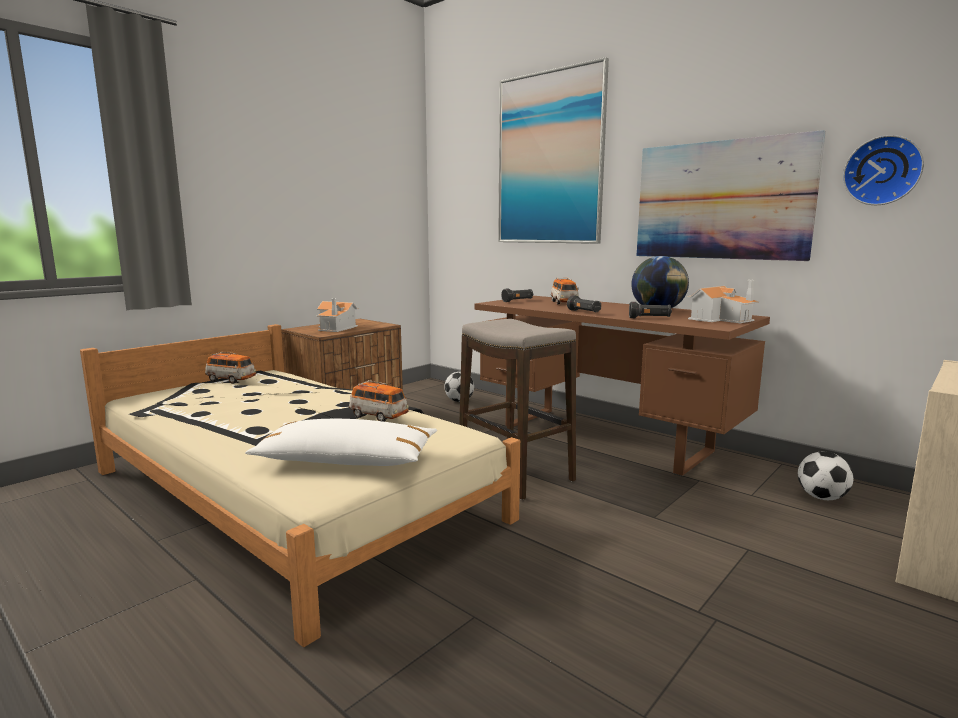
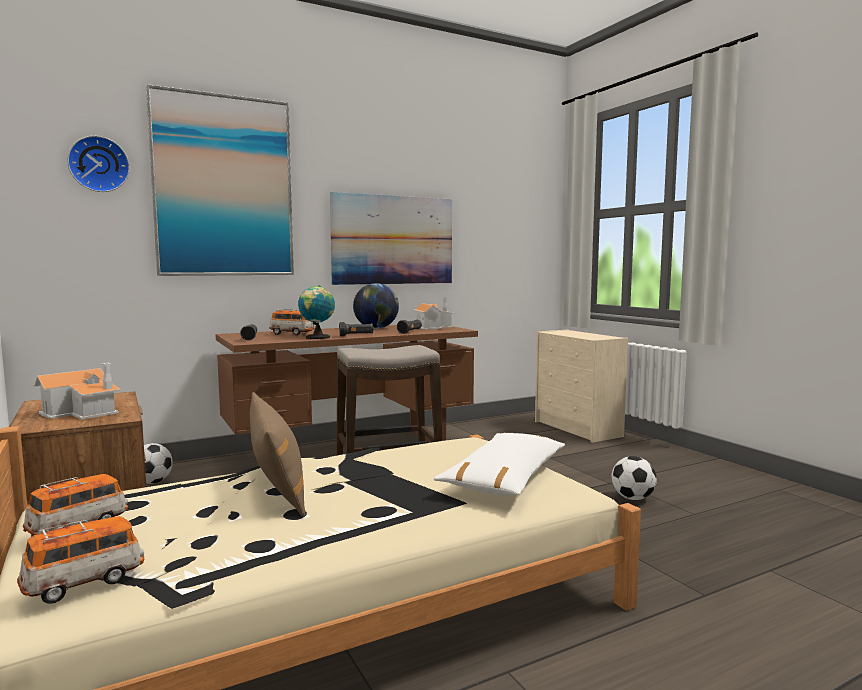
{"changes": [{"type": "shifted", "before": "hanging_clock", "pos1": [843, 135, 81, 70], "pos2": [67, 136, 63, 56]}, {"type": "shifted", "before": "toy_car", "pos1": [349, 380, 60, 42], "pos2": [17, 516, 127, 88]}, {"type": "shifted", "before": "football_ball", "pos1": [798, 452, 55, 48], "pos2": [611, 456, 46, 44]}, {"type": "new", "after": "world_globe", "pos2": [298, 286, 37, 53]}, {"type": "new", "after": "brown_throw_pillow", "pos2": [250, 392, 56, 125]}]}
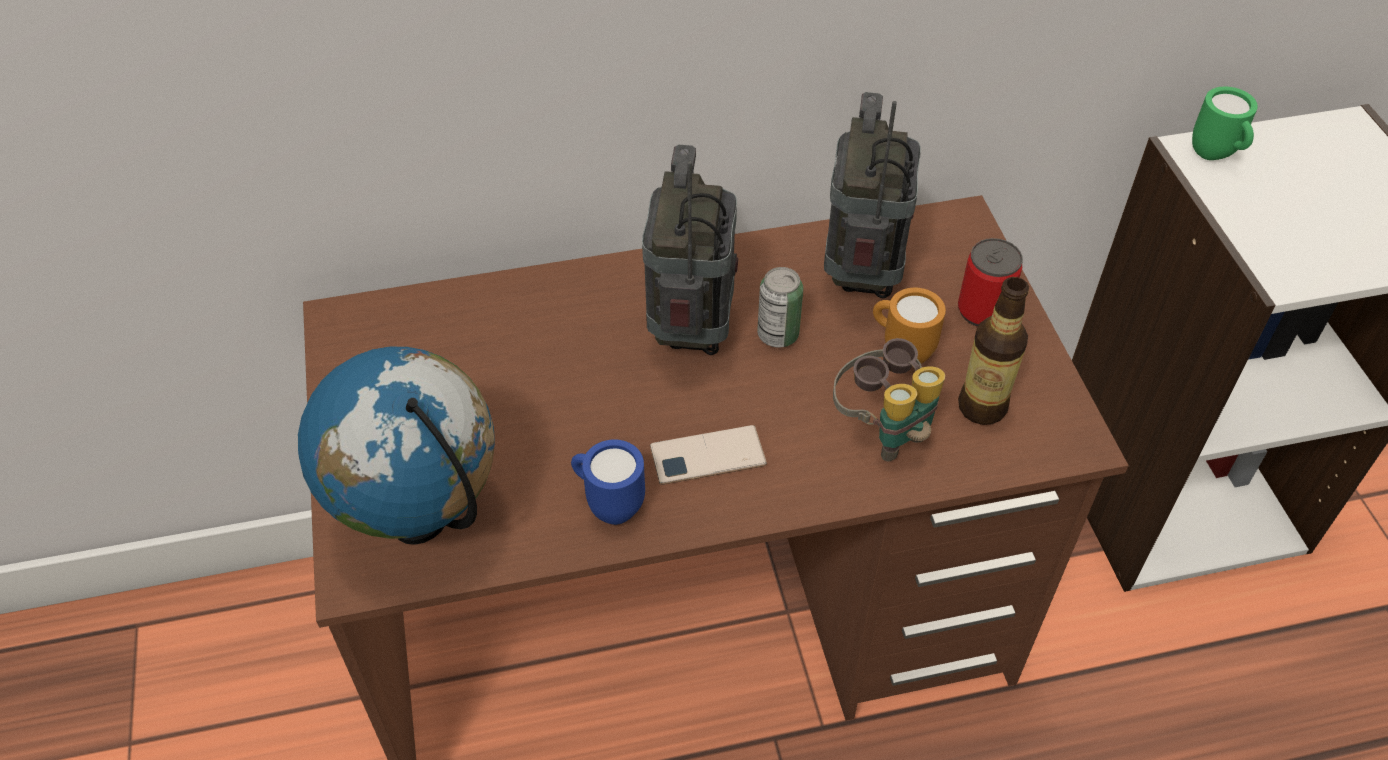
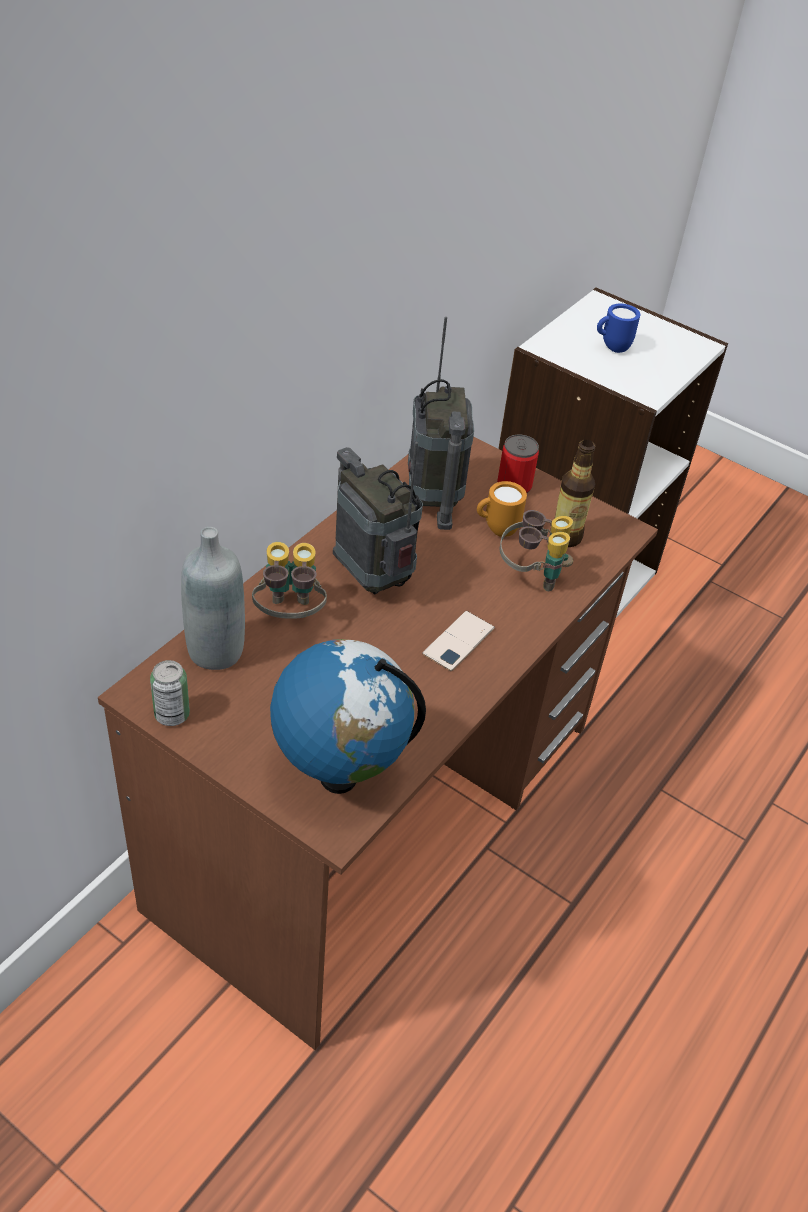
{"changes": [{"type": "gone", "before": "green-coloured_mug", "pos1": [1192, 86, 66, 74]}, {"type": "rotated", "before": "radio_set", "pos1": [824, 92, 97, 206], "pos2": [408, 317, 66, 213], "turn": -150}, {"type": "shifted", "before": "can", "pos1": [757, 267, 46, 81], "pos2": [150, 660, 40, 66]}, {"type": "shifted", "before": "blue-coloured_mug", "pos1": [571, 439, 74, 86], "pos2": [597, 303, 43, 50]}, {"type": "new", "after": "grey_beverage_bottle", "pos2": [181, 527, 64, 143]}, {"type": "new", "after": "field_glasses", "pos2": [252, 542, 75, 77]}]}
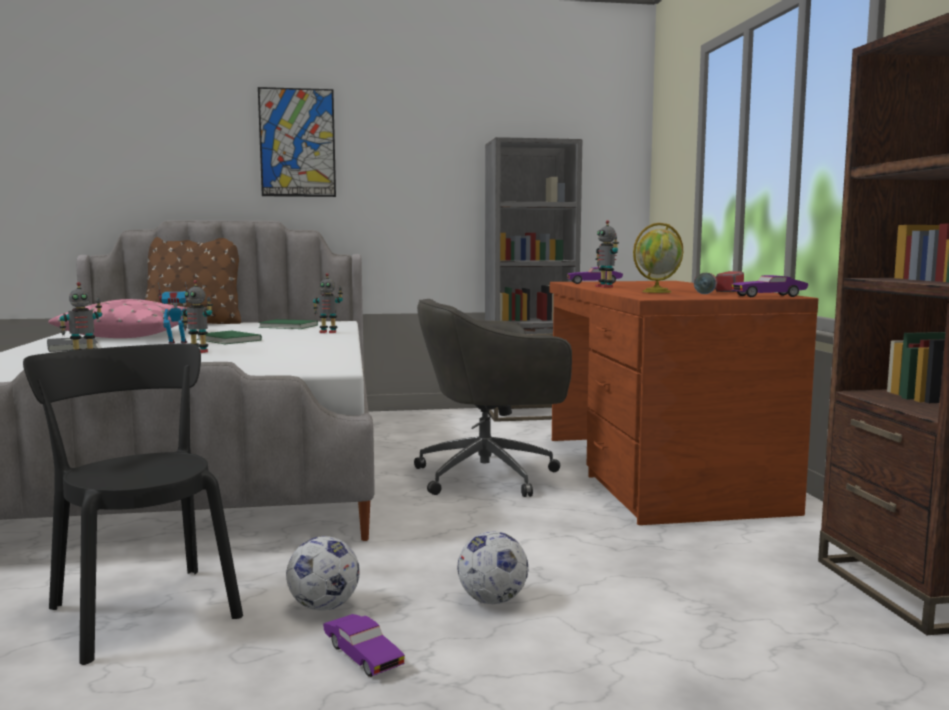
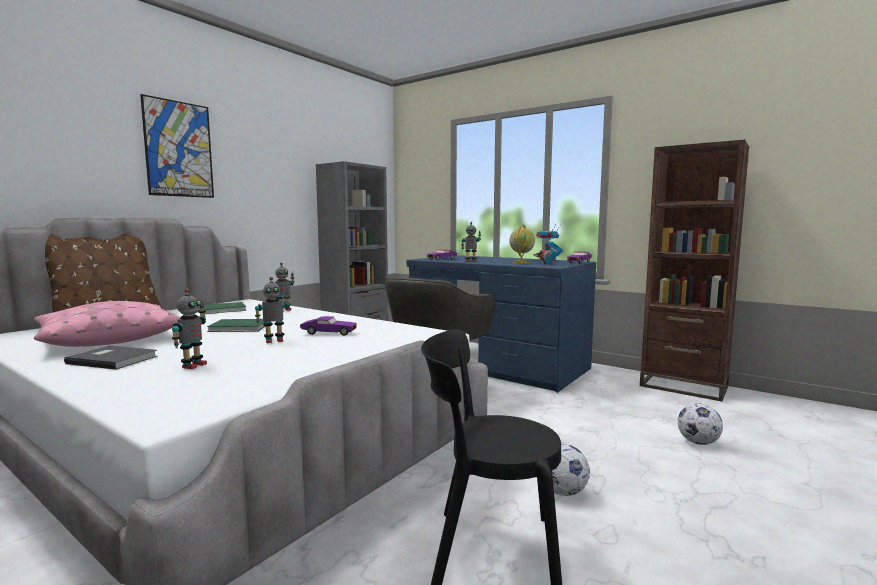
{"changes": [{"type": "repainted", "before": "brown_desk_table", "after": "blue-coloured_desk_table", "pos1": [550, 281, 268, 244], "pos2": [407, 255, 189, 138]}, {"type": "shifted", "before": "robot_figure", "pos1": [158, 282, 29, 62], "pos2": [536, 226, 27, 39]}, {"type": "shifted", "before": "football_ball", "pos1": [457, 532, 71, 72], "pos2": [678, 403, 45, 42]}, {"type": "shifted", "before": "purple_toy_car", "pos1": [323, 614, 82, 63], "pos2": [300, 316, 57, 20]}]}
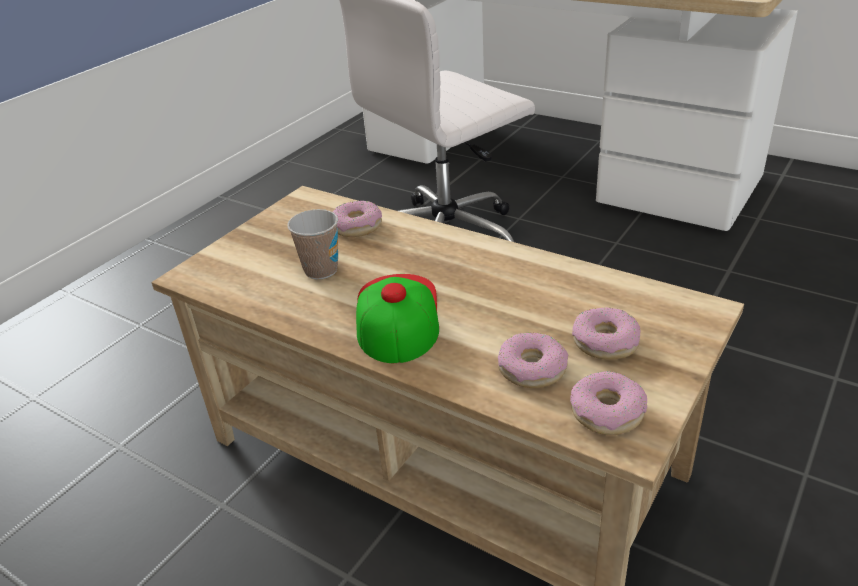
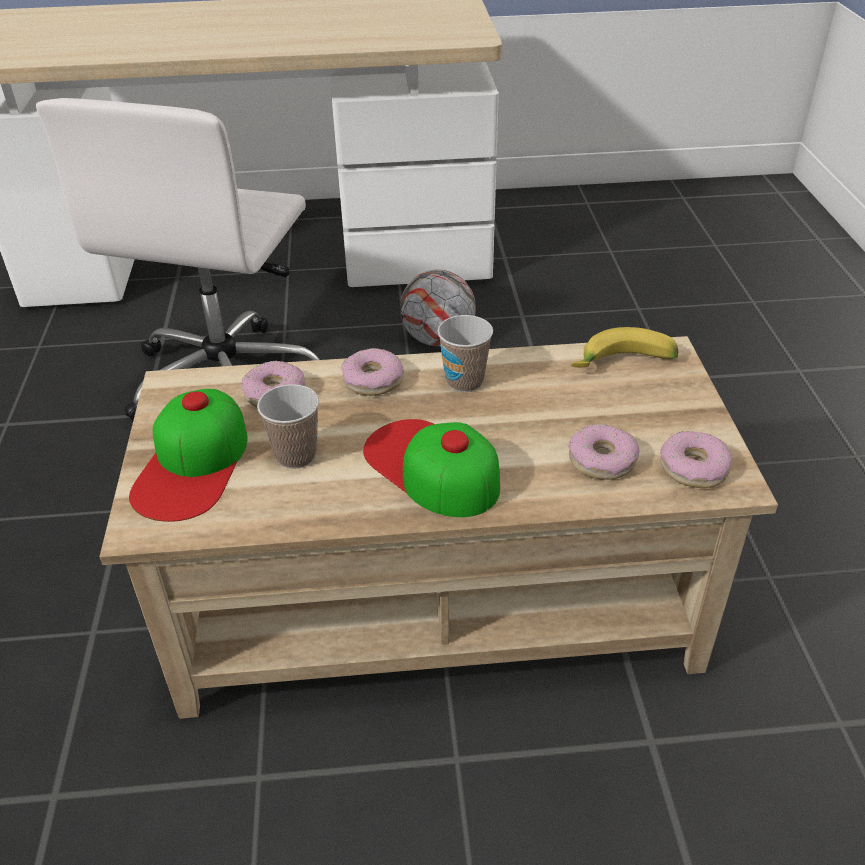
{"changes": [{"type": "shifted", "before": "doughnut", "pos1": [572, 307, 68, 53], "pos2": [341, 348, 63, 48]}, {"type": "new", "after": "football_ball", "pos2": [400, 270, 76, 76]}, {"type": "new", "after": "small_cup", "pos2": [437, 315, 56, 77]}, {"type": "new", "after": "banana", "pos2": [571, 327, 107, 40]}, {"type": "new", "after": "peaked_cap", "pos2": [129, 389, 119, 133]}]}
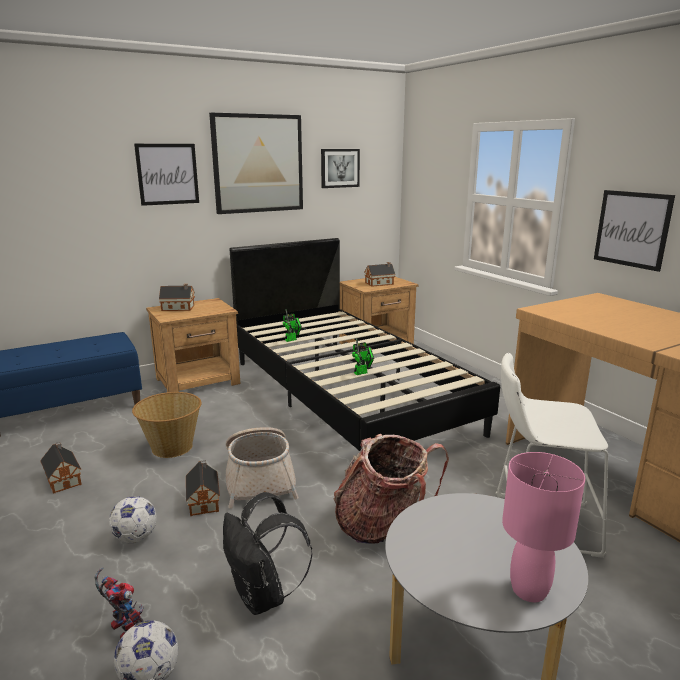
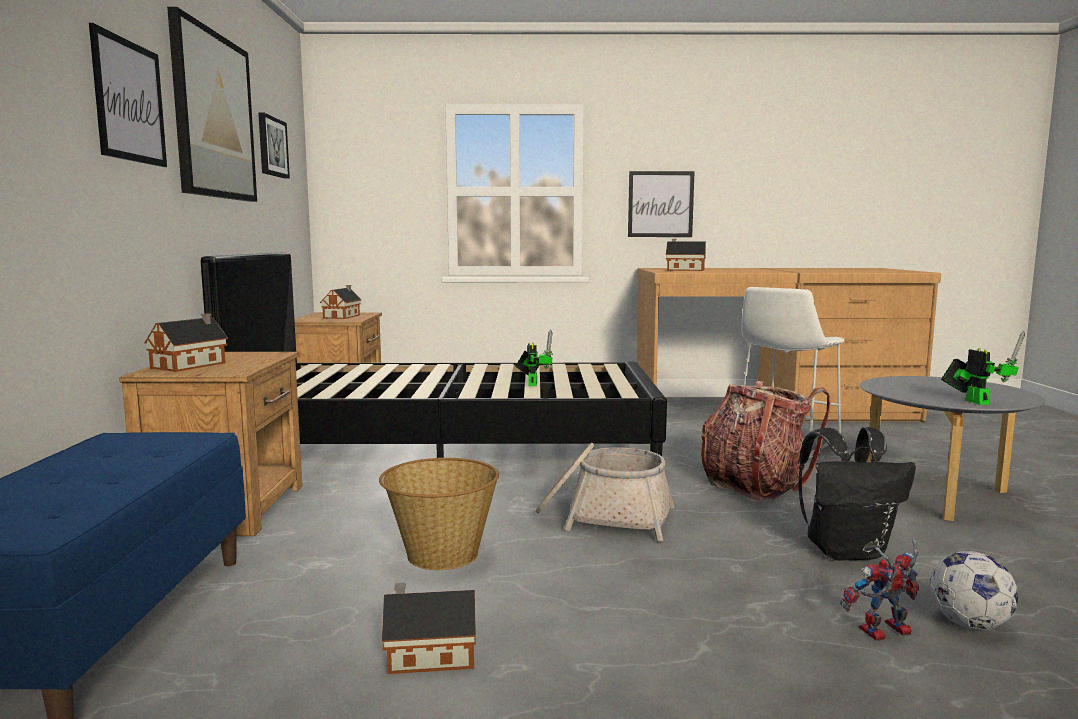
{"changes": [{"type": "shifted", "before": "robot_figure", "pos1": [283, 309, 19, 33], "pos2": [941, 331, 84, 74]}, {"type": "gone", "before": "pink-coloured_tabletop_lamp", "pos1": [502, 452, 83, 150]}, {"type": "shifted", "before": "model_house", "pos1": [186, 460, 34, 56], "pos2": [666, 239, 40, 32]}, {"type": "gone", "before": "football_ball", "pos1": [109, 496, 48, 47]}]}
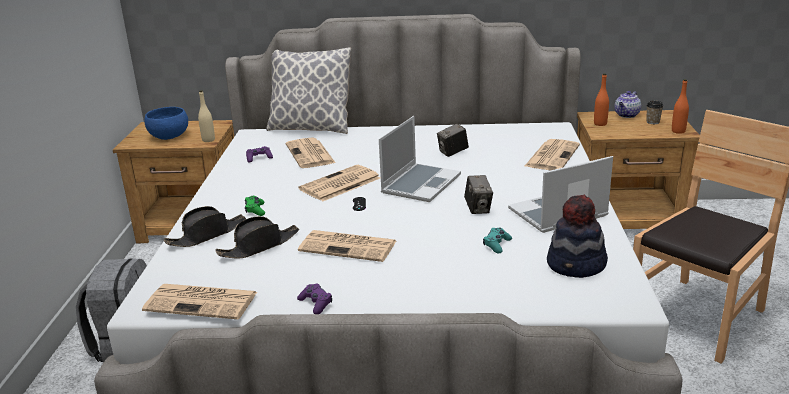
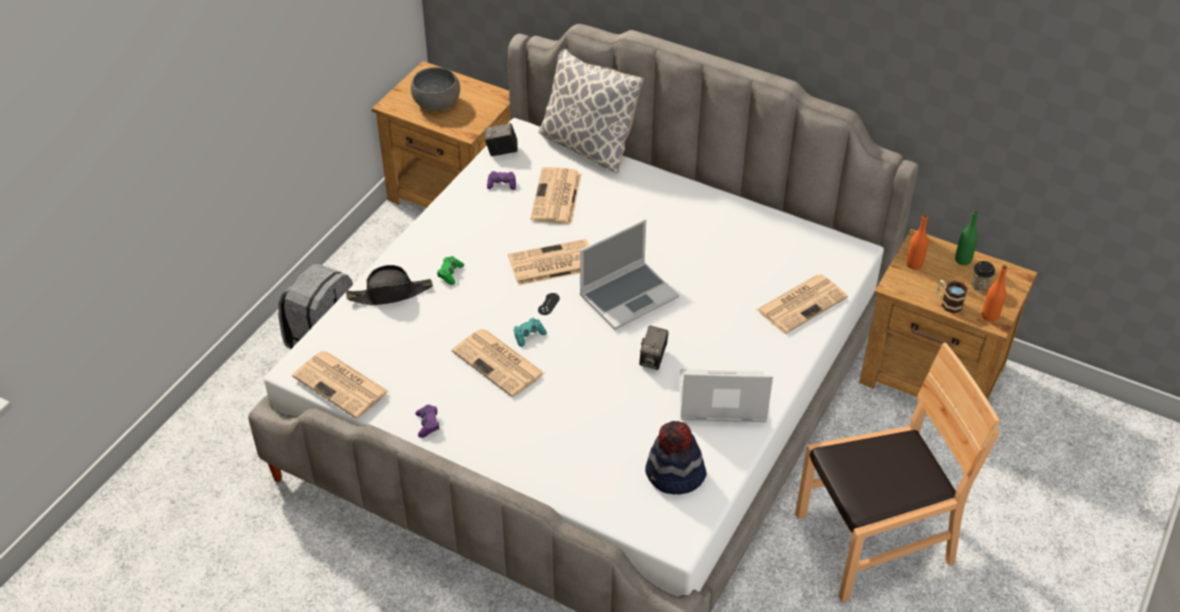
{"changes": [{"type": "gone", "before": "beige_beverage_bottle", "pos1": [198, 90, 17, 52]}, {"type": "swapped", "before": "tea_pot", "after": "green-coloured_beverage_bottle", "pos1": [614, 91, 27, 27], "pos2": [955, 209, 24, 56]}, {"type": "repainted", "before": "blue-coloured_serving_bowl", "after": "grey_serving_bowl", "pos1": [144, 107, 44, 33], "pos2": [411, 67, 49, 44]}, {"type": "shifted", "before": "photo_camera", "pos1": [437, 123, 32, 34], "pos2": [485, 123, 33, 33]}, {"type": "gone", "before": "black-coloured_hat", "pos1": [215, 216, 84, 43]}, {"type": "shifted", "before": "turquoise-coloured_joypad", "pos1": [483, 228, 29, 26], "pos2": [514, 318, 33, 29]}, {"type": "new", "after": "mug", "pos2": [937, 280, 31, 33]}]}
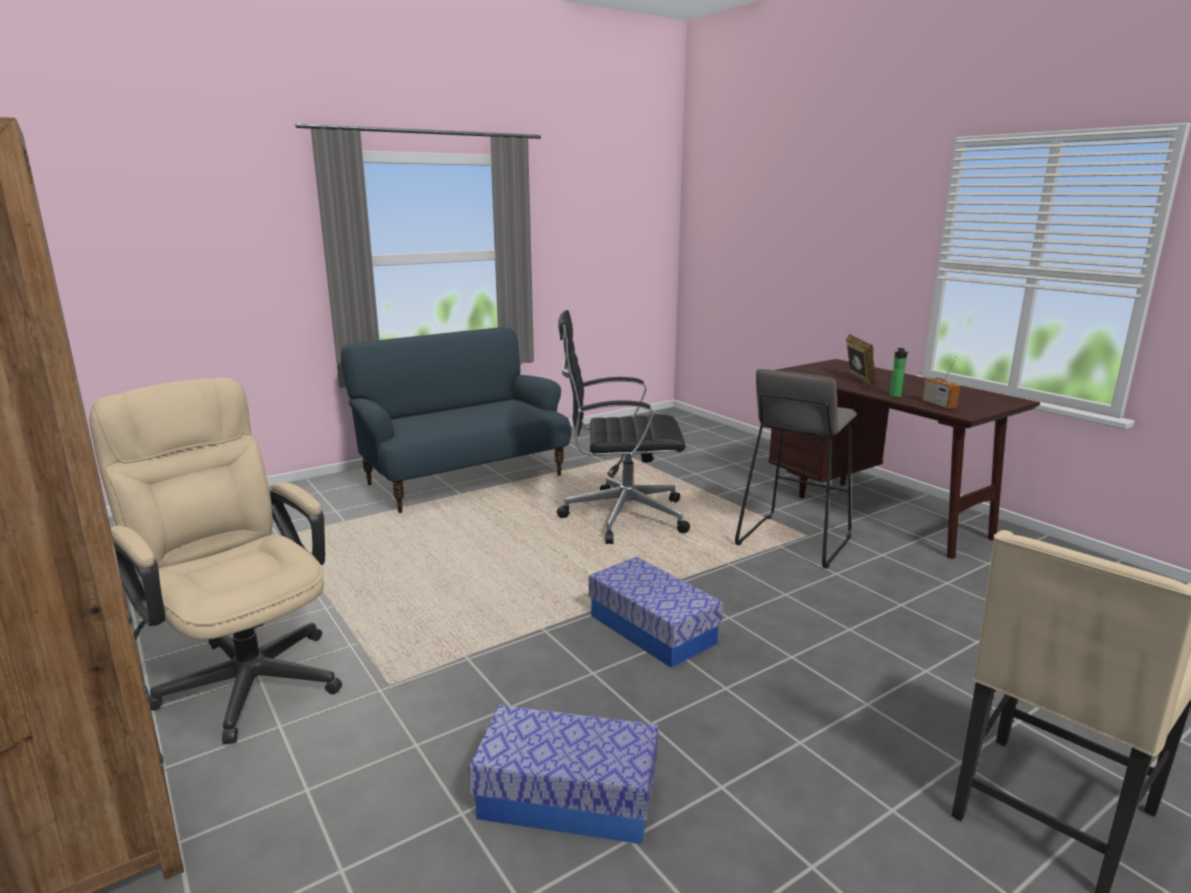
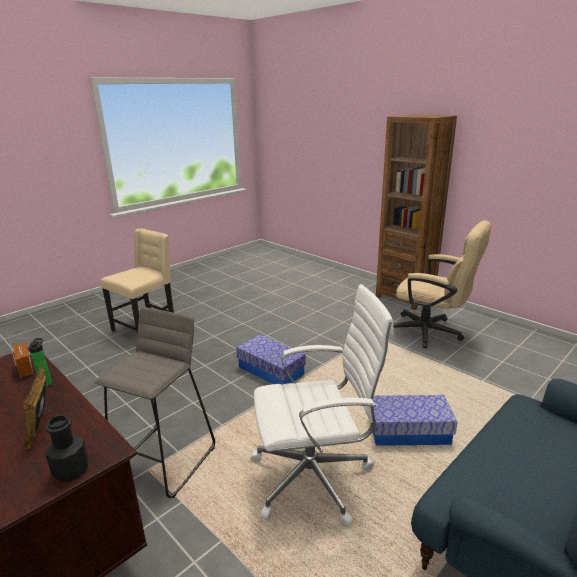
{"changes": [{"type": "repainted", "before": "black-coloured_office_chair", "after": "whitish_office_chair", "pos1": [557, 310, 133, 234], "pos2": [251, 284, 143, 243]}, {"type": "shifted", "before": "storage_bin", "pos1": [469, 705, 189, 139], "pos2": [373, 395, 85, 51]}, {"type": "new", "after": "black-coloured_beverage_bottle", "pos2": [45, 415, 43, 67]}]}
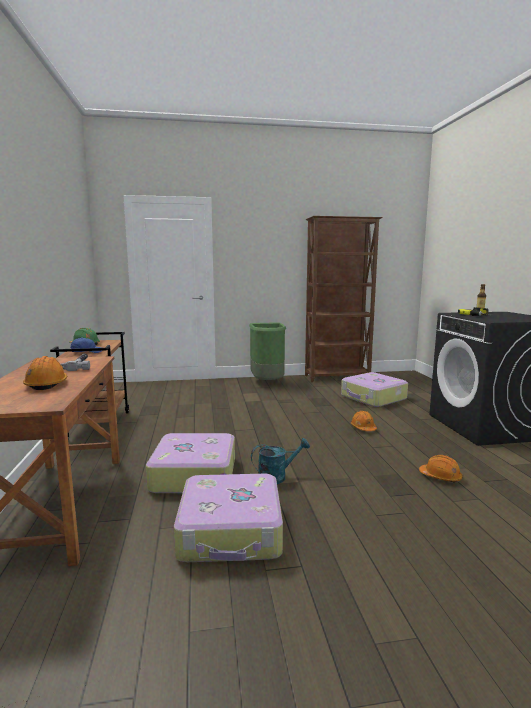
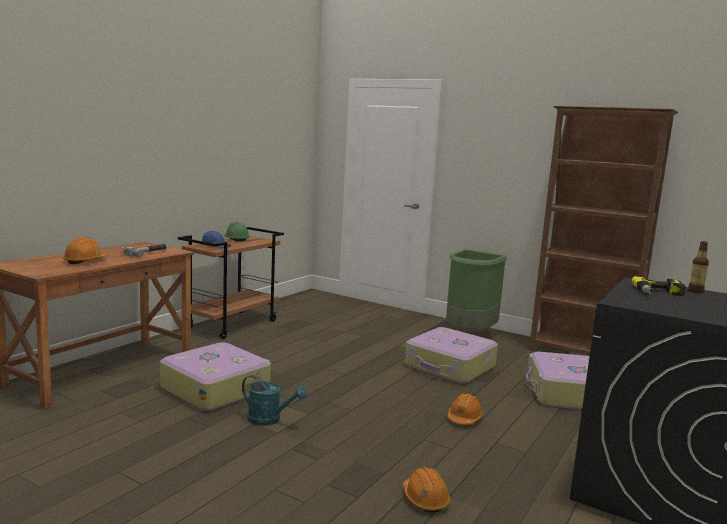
{"changes": [{"type": "shifted", "before": "travel_case", "pos1": [174, 474, 109, 88], "pos2": [405, 327, 93, 57]}]}
